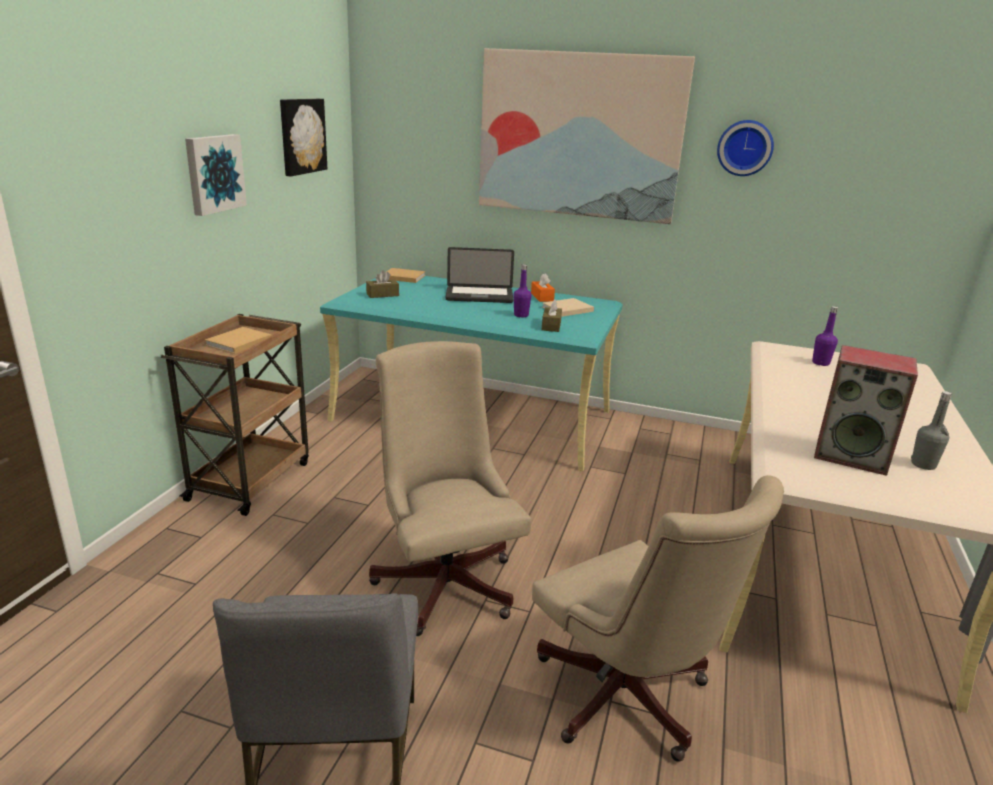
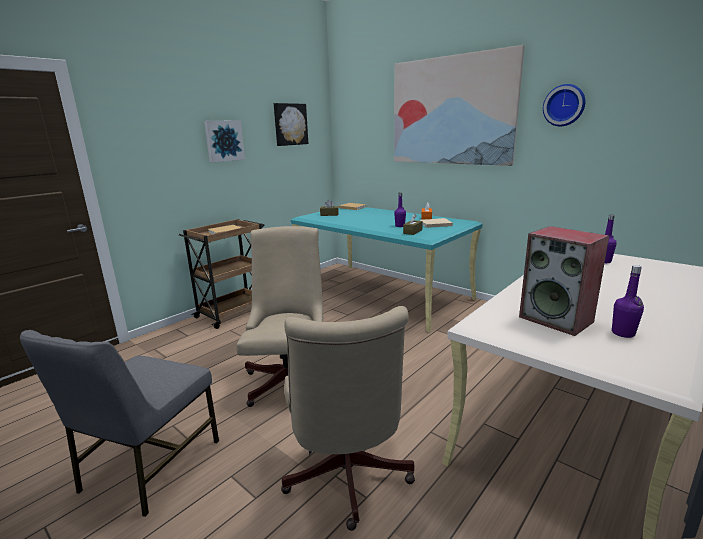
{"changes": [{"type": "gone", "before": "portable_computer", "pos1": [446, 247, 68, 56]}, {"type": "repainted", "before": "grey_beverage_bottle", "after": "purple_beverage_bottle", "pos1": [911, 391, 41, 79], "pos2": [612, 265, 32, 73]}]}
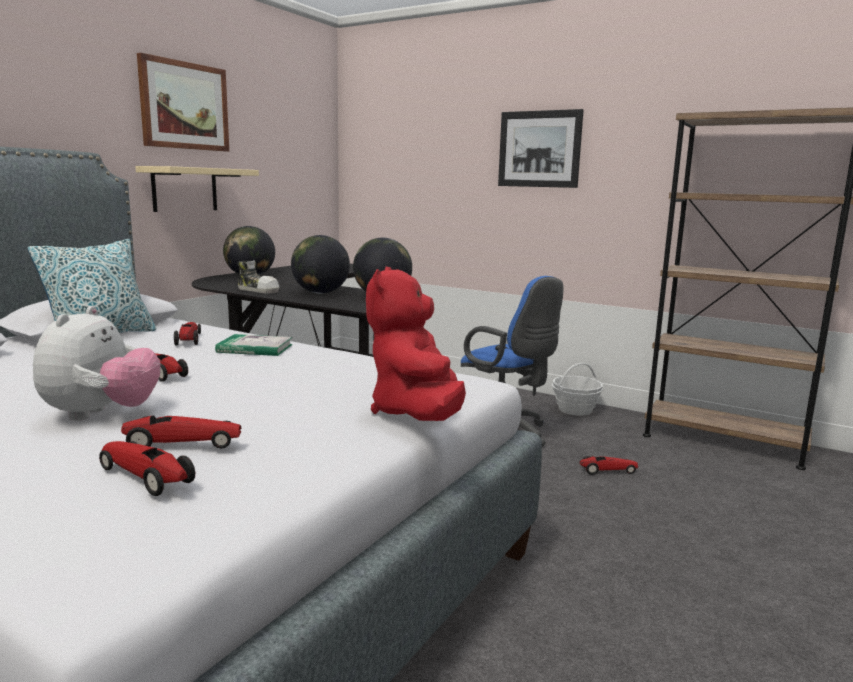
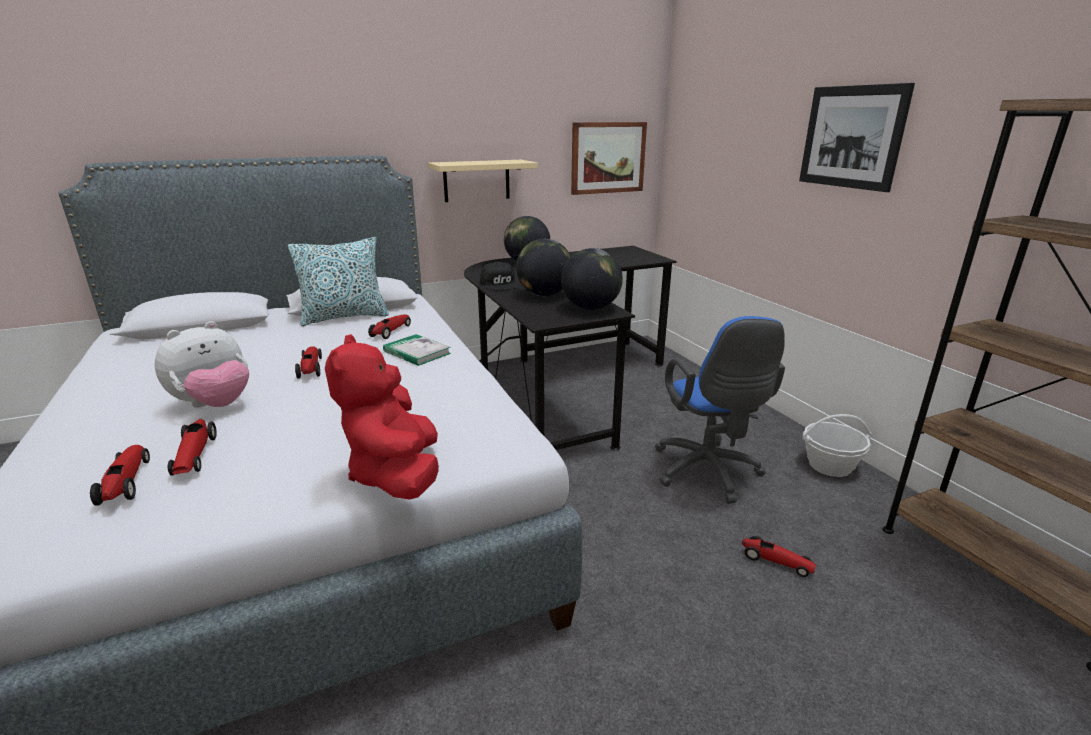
{"changes": [{"type": "shifted", "before": "wall_picture", "pos1": [137, 53, 92, 99], "pos2": [571, 122, 76, 73]}, {"type": "swapped", "before": "item_of_footwear", "after": "black-coloured_peaked_cap", "pos1": [238, 260, 41, 33], "pos2": [480, 262, 40, 28]}, {"type": "rotated", "before": "red_soft_toy", "pos1": [366, 267, 100, 154], "pos2": [325, 334, 114, 166], "turn": -45}, {"type": "rotated", "before": "toy_car", "pos1": [121, 416, 120, 33], "pos2": [168, 419, 49, 56], "turn": 45}]}
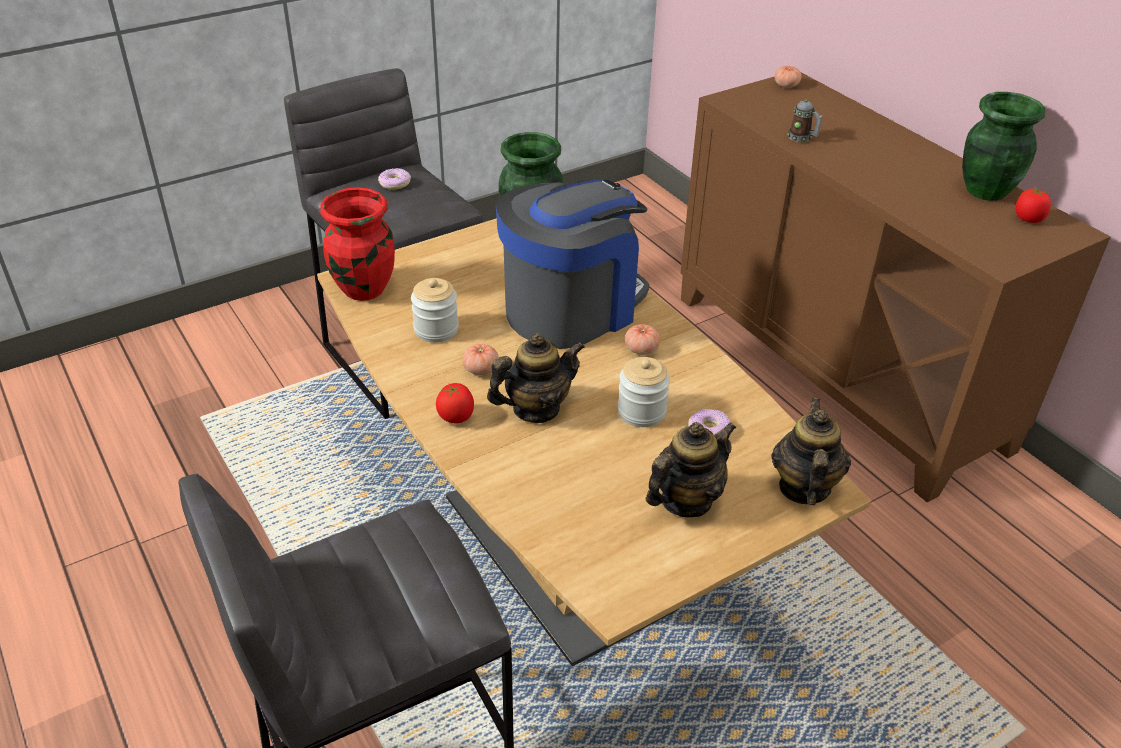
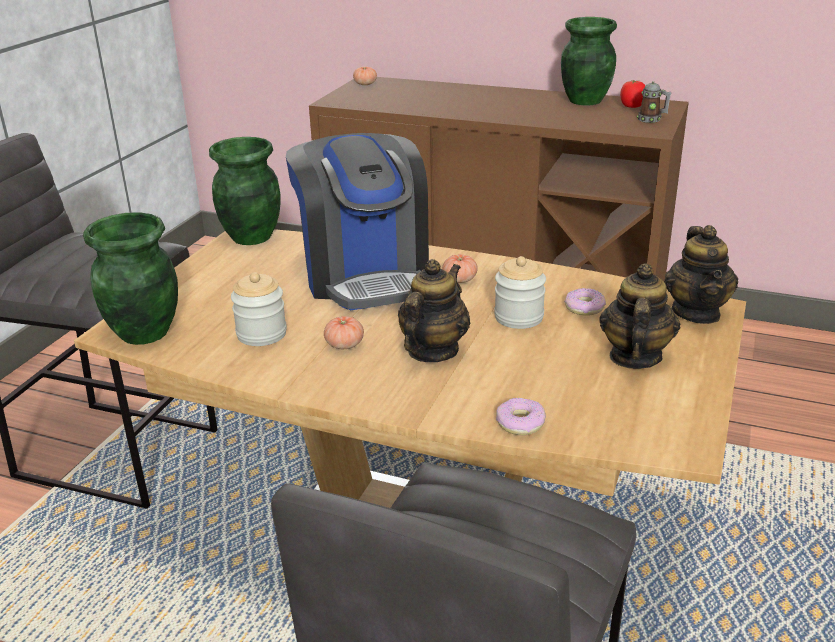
{"changes": [{"type": "shifted", "before": "mug", "pos1": [787, 99, 36, 43], "pos2": [637, 81, 34, 42]}, {"type": "shifted", "before": "doughnut", "pos1": [378, 168, 33, 22], "pos2": [496, 397, 50, 38]}, {"type": "rotated", "before": "coffee_brewer", "pos1": [496, 179, 153, 170], "pos2": [286, 133, 143, 177], "turn": 150}, {"type": "repainted", "before": "red_decorative_vase", "after": "green-coloured_decorative_vase", "pos1": [320, 187, 75, 114], "pos2": [83, 212, 95, 133]}, {"type": "gone", "before": "whole_tomato", "pos1": [436, 383, 38, 40]}, {"type": "rotated", "before": "tea_pot", "pos1": [771, 398, 80, 107], "pos2": [664, 225, 74, 99], "turn": -150}]}
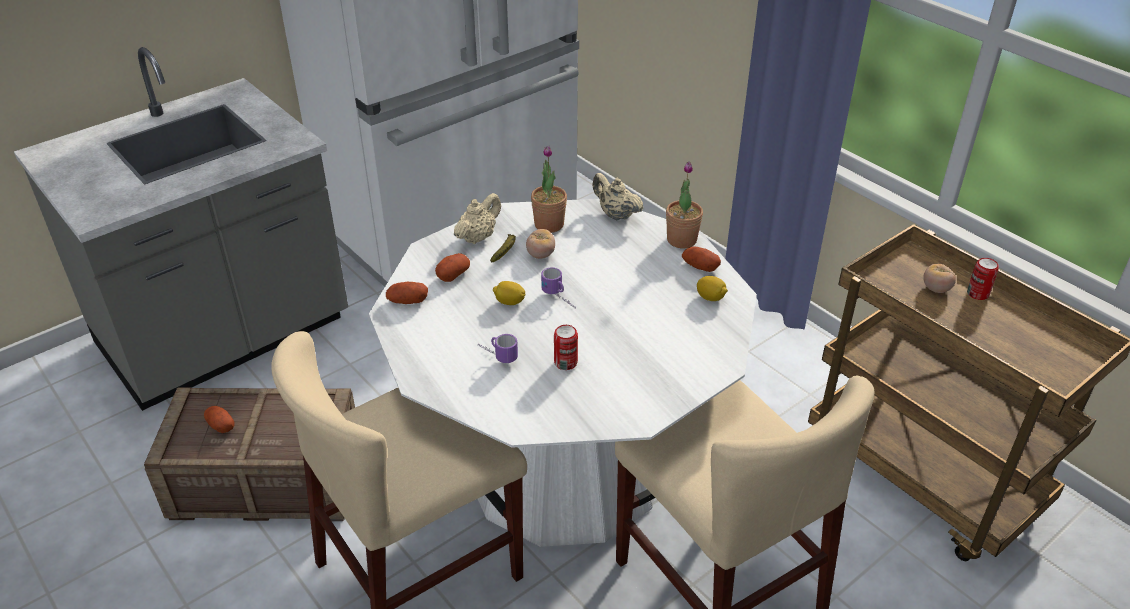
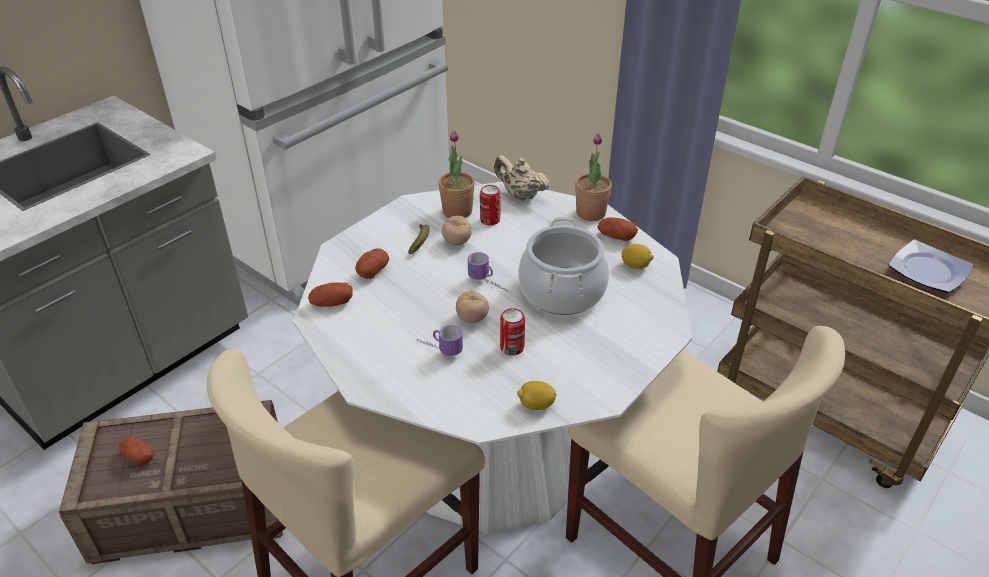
{"changes": [{"type": "gone", "before": "beige_tea_pot", "pos1": [454, 193, 47, 51]}, {"type": "shifted", "before": "can", "pos1": [967, 258, 32, 42], "pos2": [480, 185, 20, 40]}, {"type": "shifted", "before": "whole_tomato", "pos1": [923, 264, 33, 29], "pos2": [456, 291, 33, 32]}, {"type": "shifted", "before": "citrus_fruit", "pos1": [493, 281, 33, 24], "pos2": [517, 381, 39, 29]}, {"type": "new", "after": "stockpot", "pos2": [518, 217, 91, 98]}, {"type": "new", "after": "dinner_plate", "pos2": [889, 239, 84, 54]}]}
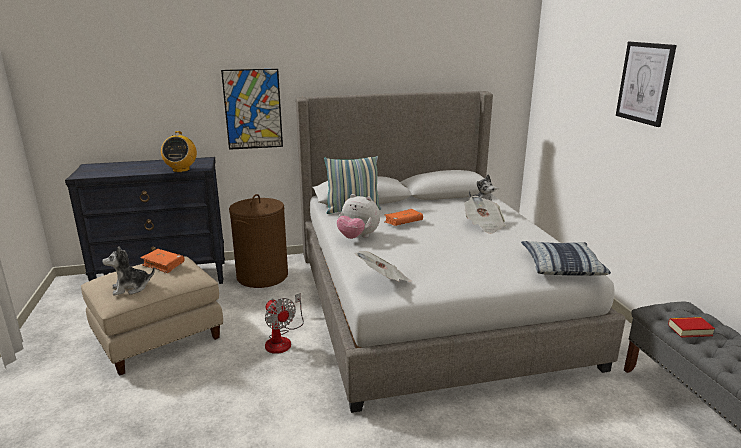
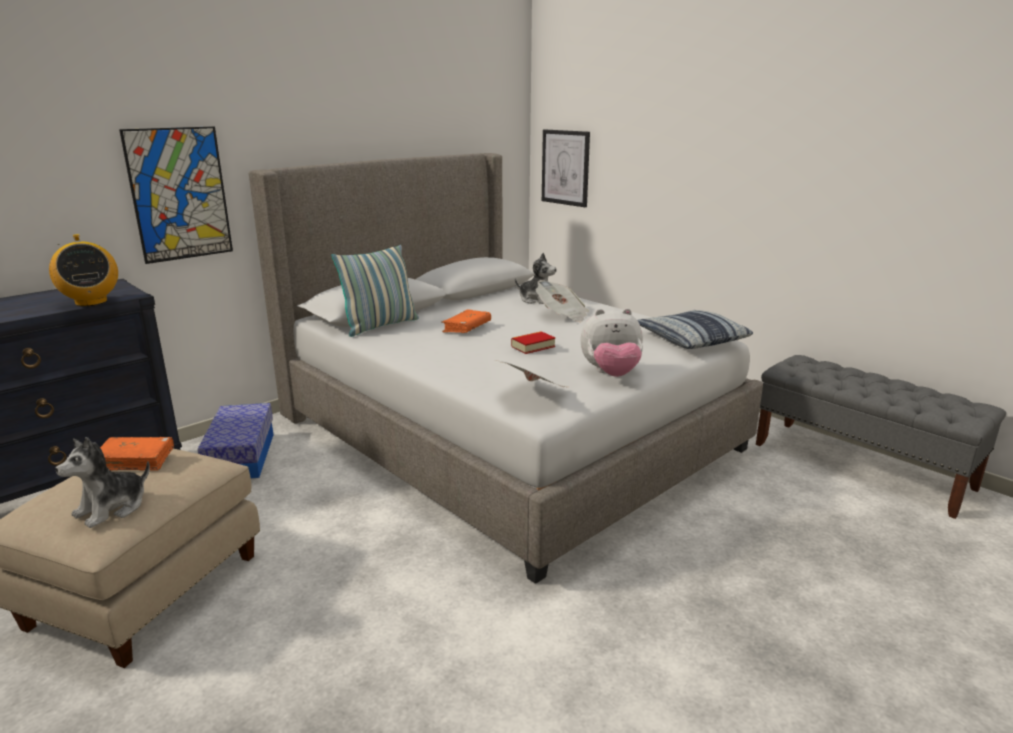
{"changes": [{"type": "shifted", "before": "wall_picture", "pos1": [616, 42, 61, 85], "pos2": [542, 129, 48, 78]}, {"type": "swapped", "before": "brown_laundry_basket", "after": "storage_bin", "pos1": [229, 194, 59, 94], "pos2": [197, 403, 76, 75]}, {"type": "shifted", "before": "soft_toy", "pos1": [337, 194, 43, 45], "pos2": [581, 308, 62, 69]}, {"type": "gone", "before": "electric_fan", "pos1": [265, 293, 39, 61]}, {"type": "shifted", "before": "book", "pos1": [668, 317, 47, 21], "pos2": [511, 331, 44, 23]}]}
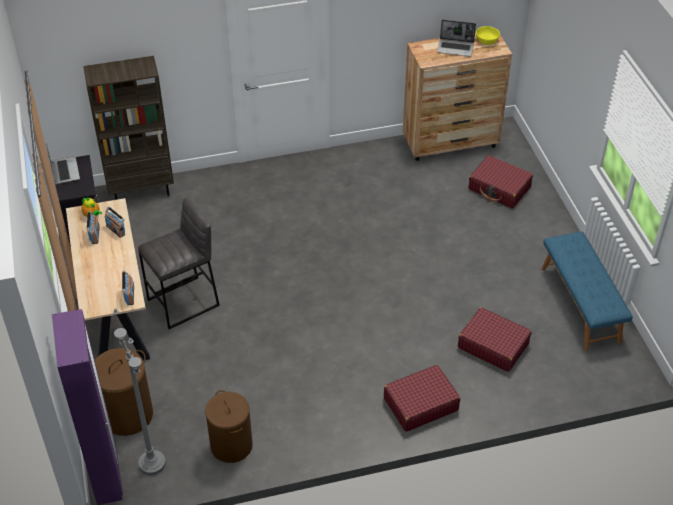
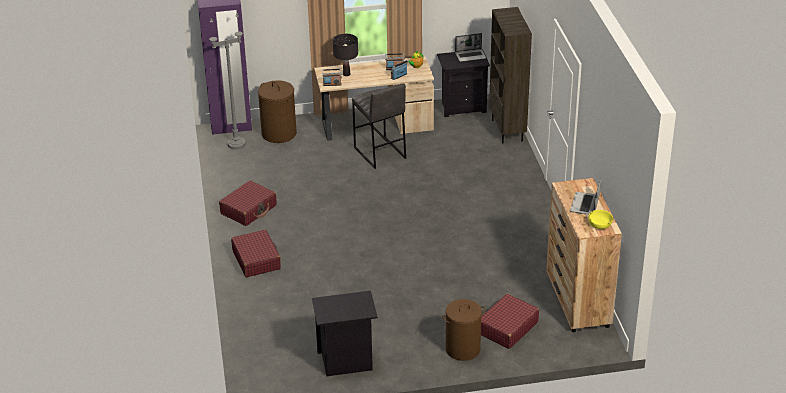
{"changes": [{"type": "swapped", "before": "blue-coloured_long_seat", "after": "black-coloured_bedside_table", "pos1": [542, 232, 91, 119], "pos2": [312, 291, 66, 86]}, {"type": "shifted", "before": "red_travel_case", "pos1": [458, 307, 74, 65], "pos2": [219, 181, 58, 45]}, {"type": "shifted", "before": "brown_laundry_basket", "pos1": [205, 390, 48, 73], "pos2": [442, 299, 43, 62]}, {"type": "new", "after": "black-coloured_tabletop_lamp", "pos2": [333, 34, 25, 42]}]}
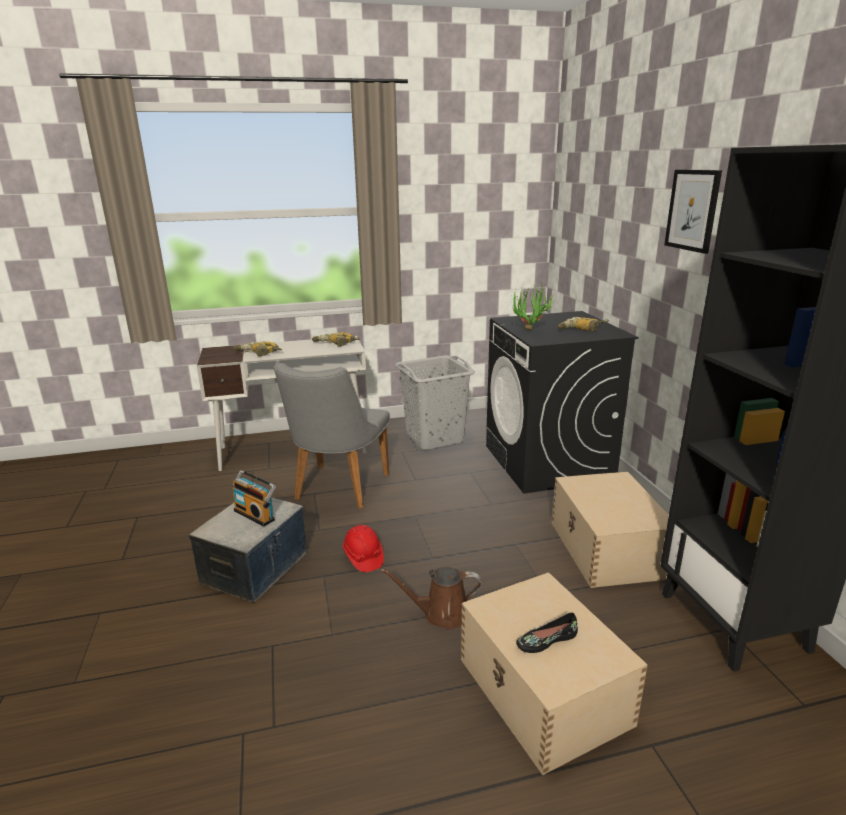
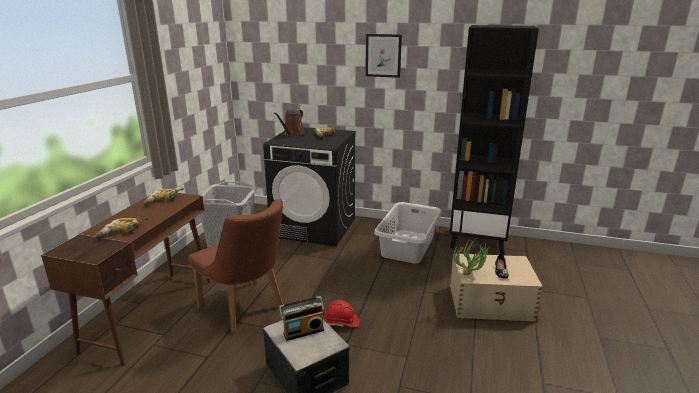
{"changes": [{"type": "shifted", "before": "houseplant", "pos1": [512, 284, 44, 46], "pos2": [454, 238, 35, 37]}, {"type": "repainted", "before": "whitish_desk_table", "after": "brown_desk_table", "pos1": [196, 336, 170, 135], "pos2": [41, 193, 169, 173]}, {"type": "repainted", "before": "grey_chair", "after": "brown_chair", "pos1": [274, 363, 116, 146], "pos2": [188, 199, 95, 134]}, {"type": "swapped", "before": "beige_storage_bin", "after": "grey_laundry_basket", "pos1": [552, 471, 117, 117], "pos2": [374, 202, 67, 62]}, {"type": "shifted", "before": "brown_watering_pot", "pos1": [381, 567, 100, 62], "pos2": [274, 109, 31, 28]}]}
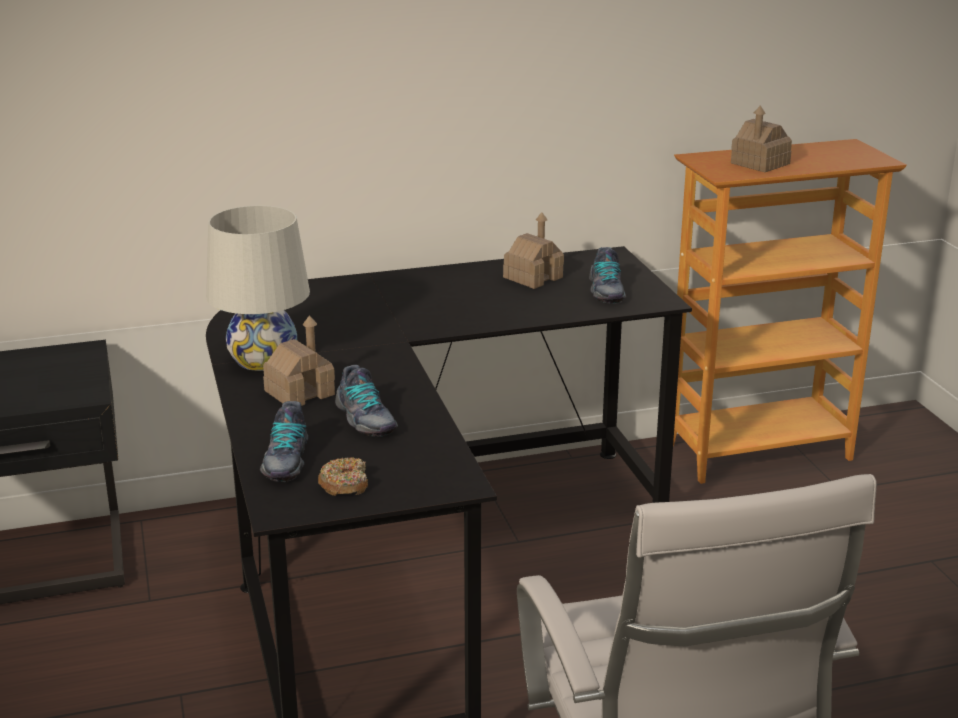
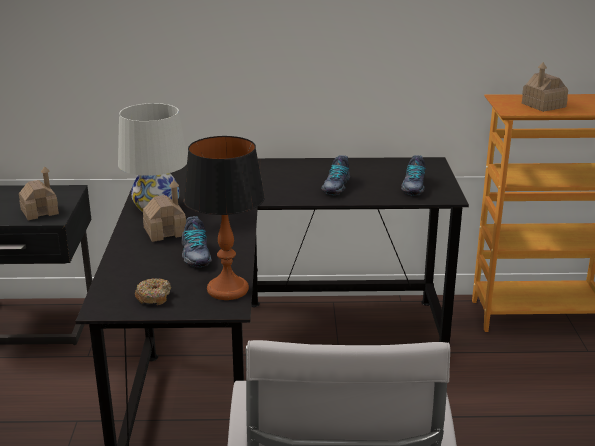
{"changes": [{"type": "shifted", "before": "model_house", "pos1": [503, 212, 61, 77], "pos2": [19, 166, 40, 54]}, {"type": "shifted", "before": "item_of_footwear", "pos1": [260, 401, 48, 81], "pos2": [321, 155, 29, 40]}, {"type": "new", "after": "tabletop_lamp", "pos2": [183, 136, 82, 164]}]}
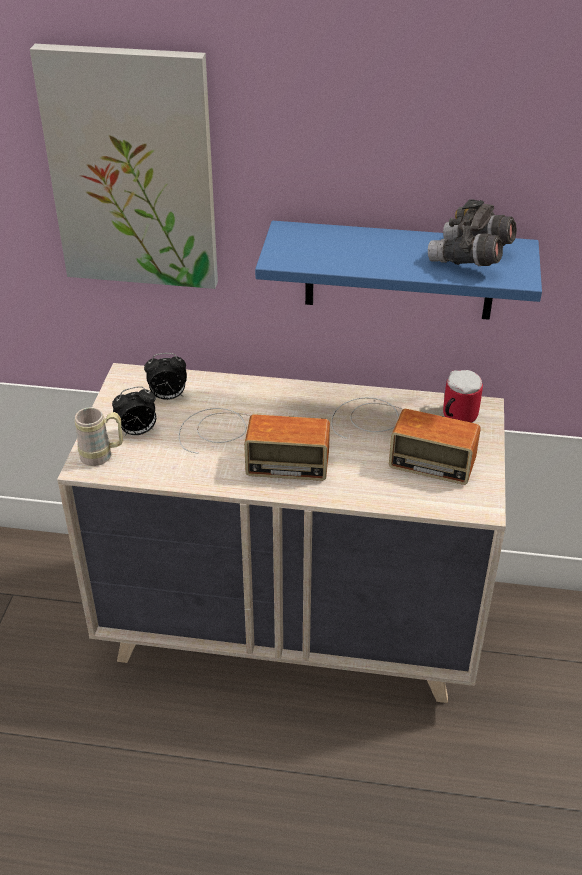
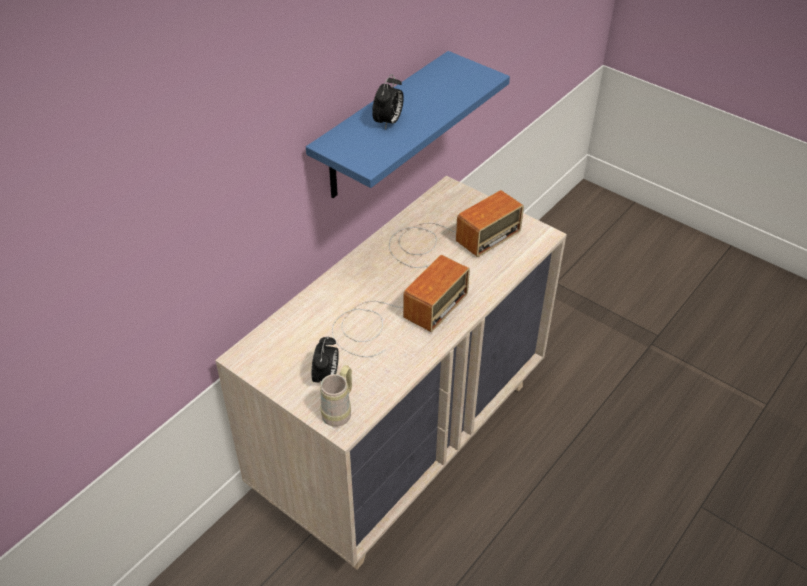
{"changes": [{"type": "gone", "before": "wall_picture", "pos1": [30, 44, 188, 245]}, {"type": "gone", "before": "grey_field_glasses", "pos1": [428, 199, 89, 67]}, {"type": "shifted", "before": "table_clock", "pos1": [144, 353, 43, 47], "pos2": [372, 74, 32, 55]}, {"type": "gone", "before": "mug", "pos1": [443, 370, 40, 53]}]}
